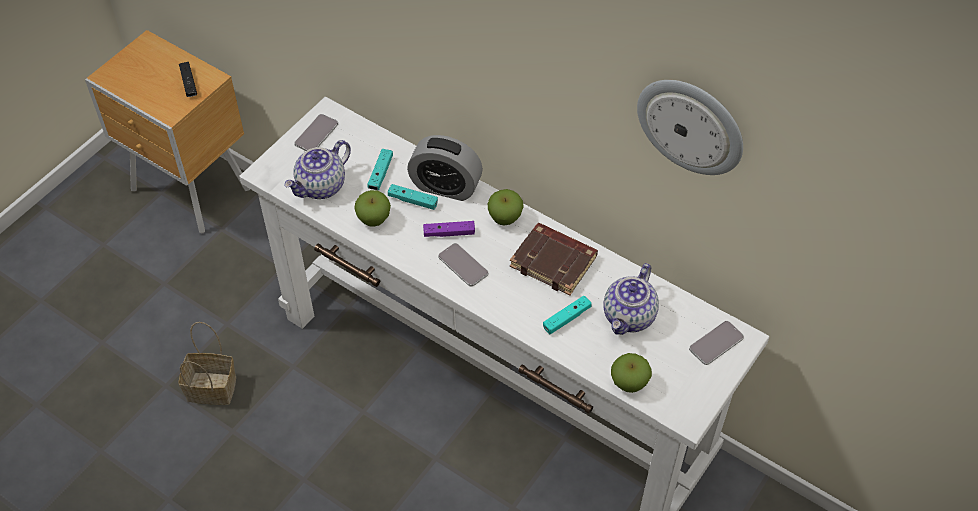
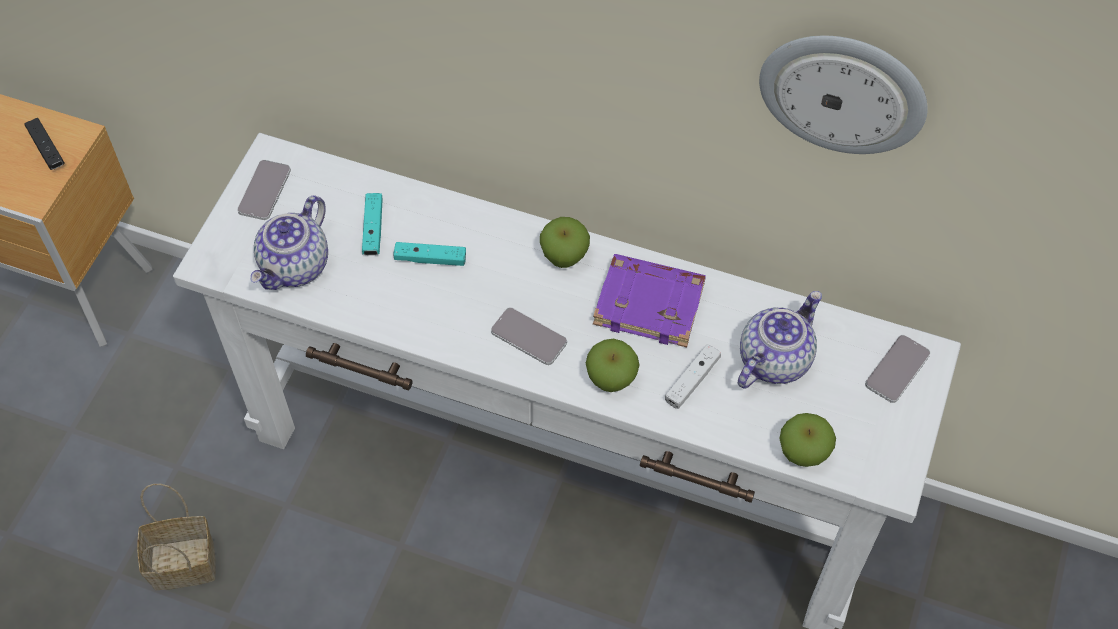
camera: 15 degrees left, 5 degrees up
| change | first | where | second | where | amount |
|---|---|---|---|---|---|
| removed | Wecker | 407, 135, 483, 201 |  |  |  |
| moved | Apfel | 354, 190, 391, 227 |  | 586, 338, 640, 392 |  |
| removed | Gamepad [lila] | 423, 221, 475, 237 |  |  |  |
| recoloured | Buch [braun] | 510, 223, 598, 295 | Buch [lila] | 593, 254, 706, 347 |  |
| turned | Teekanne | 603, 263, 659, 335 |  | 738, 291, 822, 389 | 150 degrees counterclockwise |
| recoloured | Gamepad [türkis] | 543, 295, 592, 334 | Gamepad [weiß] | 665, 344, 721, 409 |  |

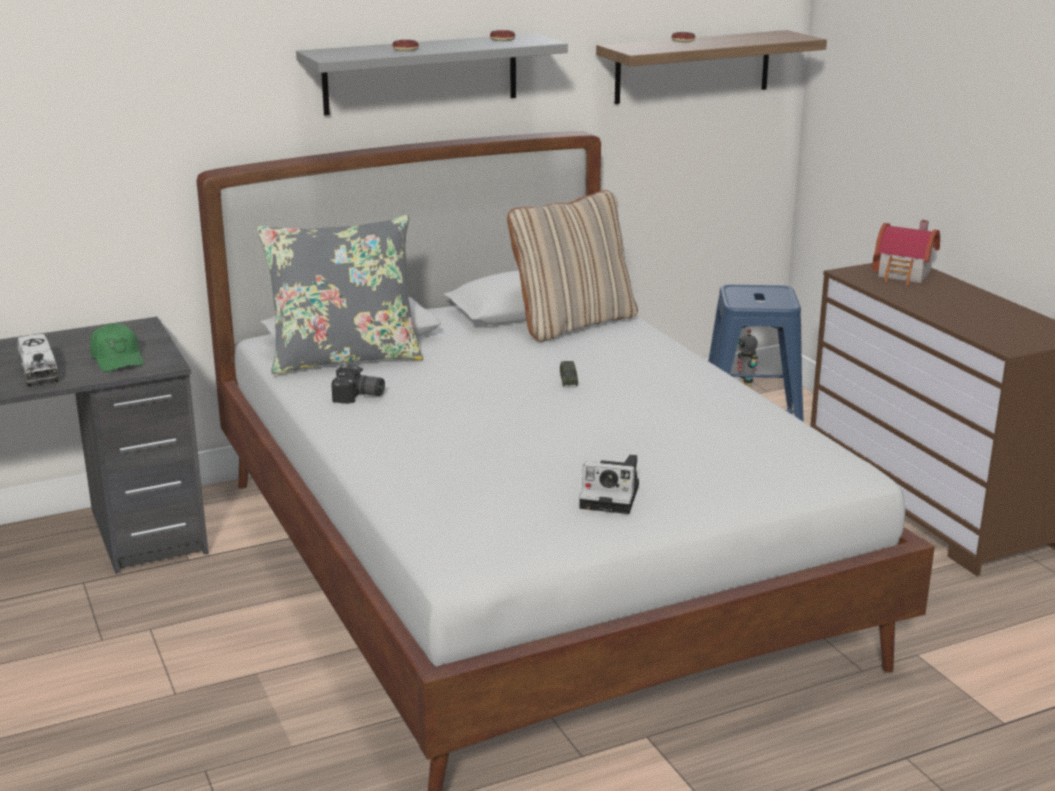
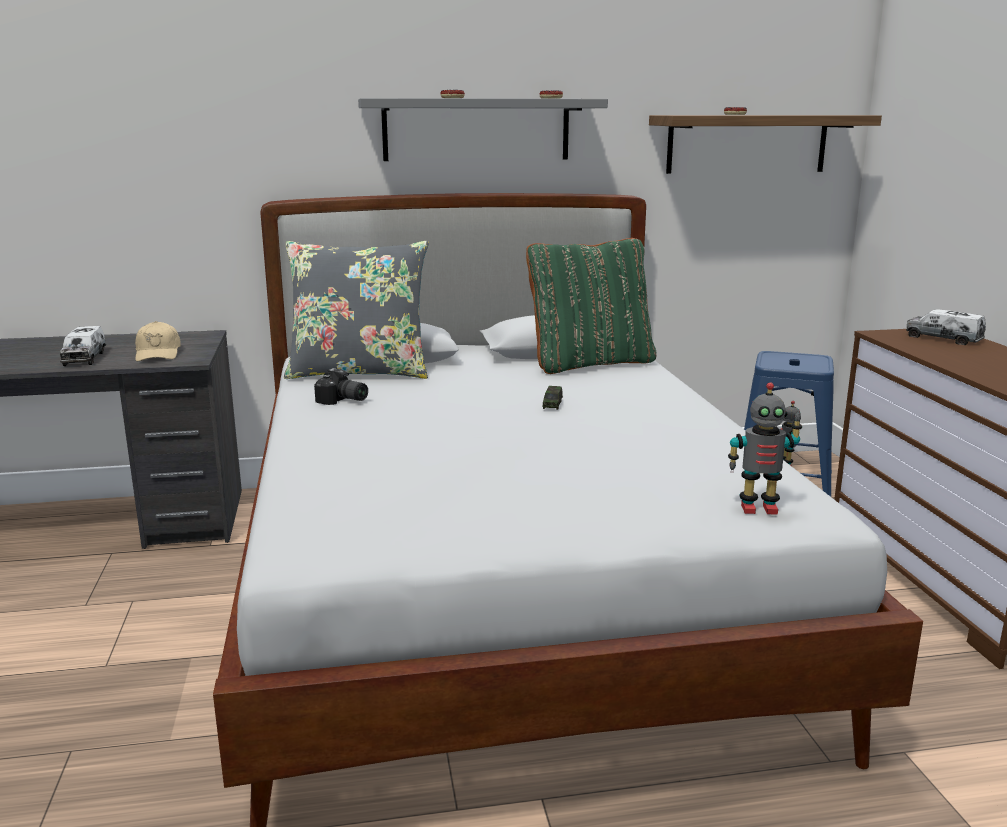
camera: 15 degrees right, 5 degrees down
| change | first | where | second | where | amount |
|---|---|---|---|---|---|
| recoloured | Kissen [beige] | 507, 190, 638, 342 | Kissen [grün] | 526, 238, 657, 374 |  |
| replaced | Spielzeughaus | 872, 220, 940, 285 | Spielzeuglaster | 906, 309, 986, 345 |  |
| recoloured | Kappe [grün] | 90, 323, 144, 372 | Kappe [beige] | 135, 321, 181, 362 |  |
| removed | Kamera | 579, 455, 639, 514 |  |  |  |
| added |  |  | Spielzeugroboter | 728, 383, 802, 515 |  |

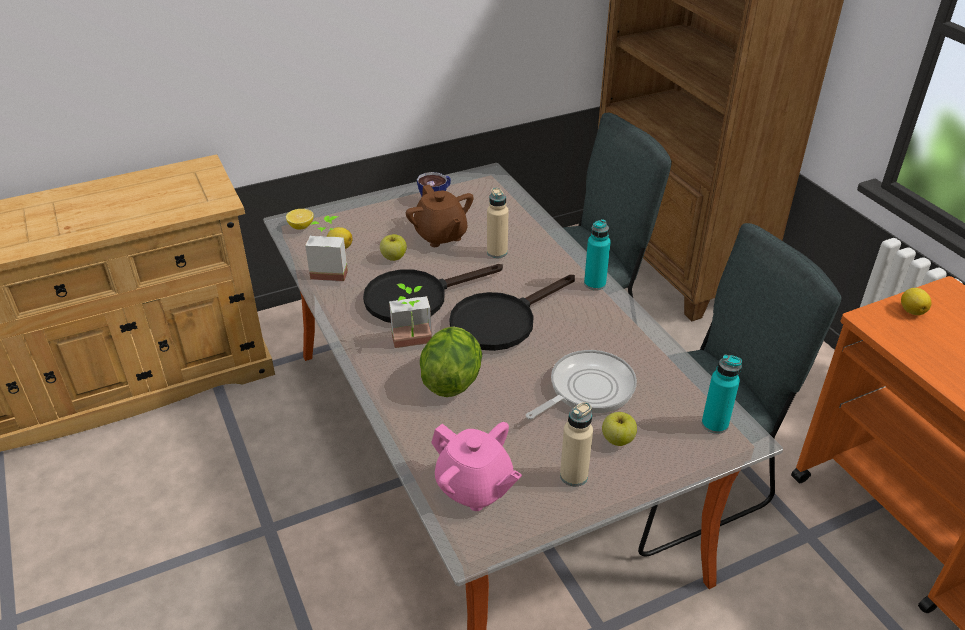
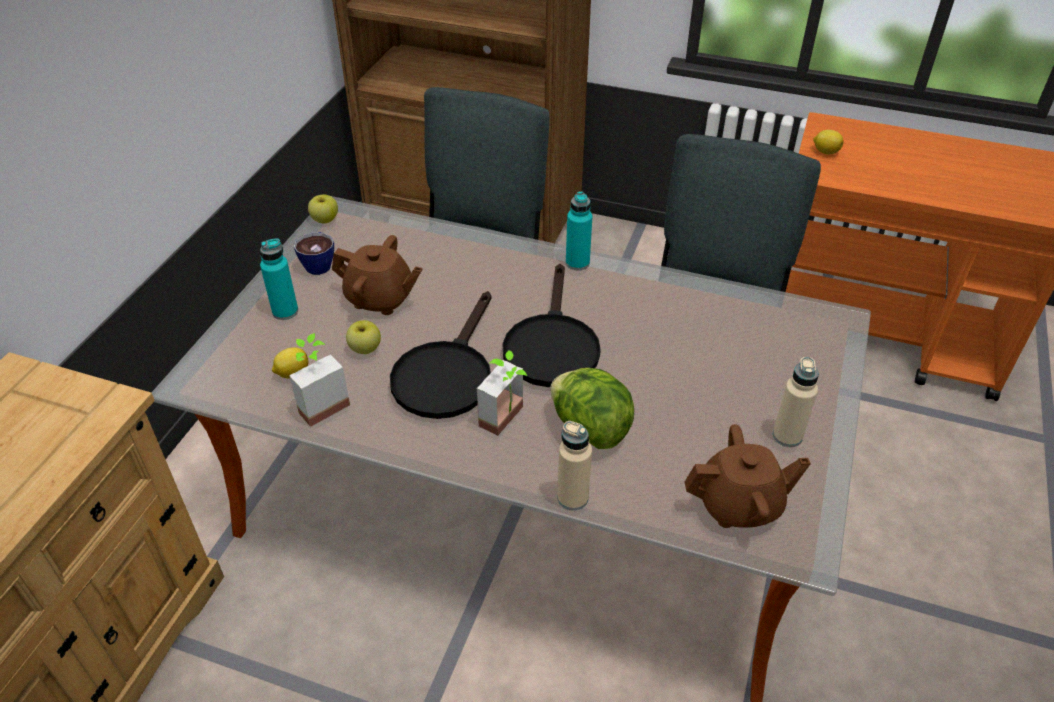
camera: 45 degrees left, 5 degrees up
| change | first | where | second | where | amount |
|---|---|---|---|---|---|
| moved | Flasche [beige] | 487, 188, 509, 258 |  | 557, 421, 592, 510 |  |
| removed | Zitrone | 286, 209, 313, 229 |  |  |  |
| removed | Pfanne | 526, 350, 637, 419 |  |  |  |
| moved | Flasche [türkis] | 702, 355, 742, 434 |  | 260, 238, 298, 320 |  |
| moved | Apfel | 602, 412, 637, 446 |  | 308, 194, 338, 223 |  |
| recoloured | Teekanne [rosa] | 431, 422, 522, 511 | Teekanne [braun] | 684, 424, 811, 528 |  |

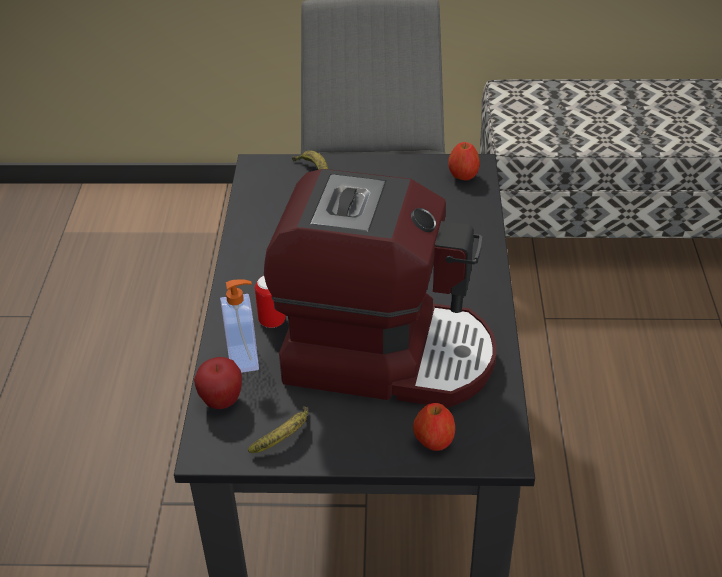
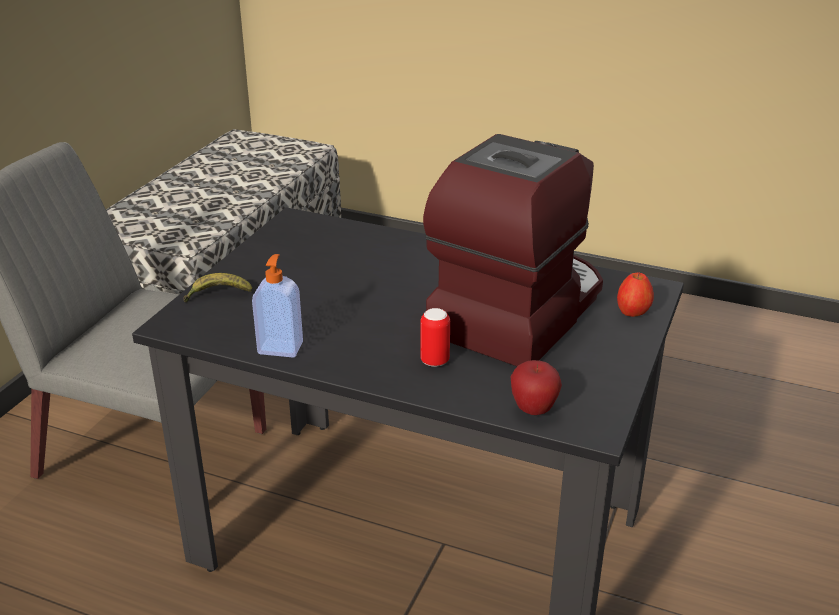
camera: 70 degrees left, 10 degrees down
| change | first | where | second | where | amount |
|---|---|---|---|---|---|
| removed | Apfel | 448, 142, 480, 181 |  |  |  |
| moved | Seifenspender | 220, 279, 259, 373 |  | 252, 254, 303, 358 |  |
| removed | Banane | 248, 406, 308, 453 |  |  |  |

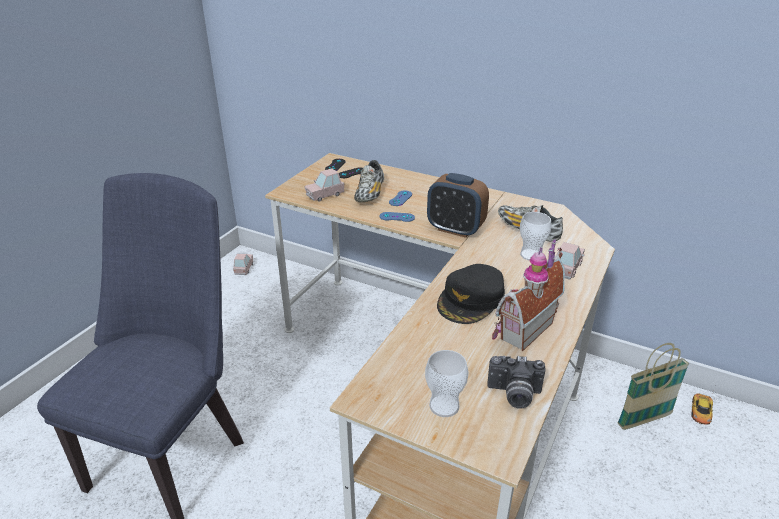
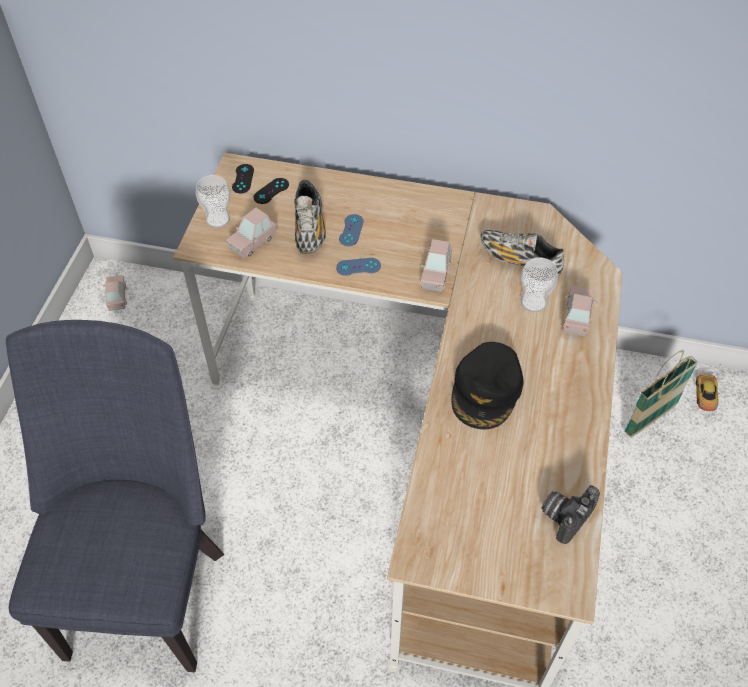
camera: 15 degrees left, 20 degrees up
| change | first | where | second | where | amount |
|---|---|---|---|---|---|
| replaced | Wecker | 427, 173, 489, 238 | Spielzeugauto [rosa] | 420, 239, 452, 292 |  |
| removed | Spielzeughaus | 492, 239, 565, 352 |  |  |  |
| moved | Tasse | 425, 350, 468, 417 |  | 196, 175, 230, 228 |  |
| turned | Kamera | 487, 355, 545, 409 |  | 541, 485, 600, 544 | 135 degrees clockwise |

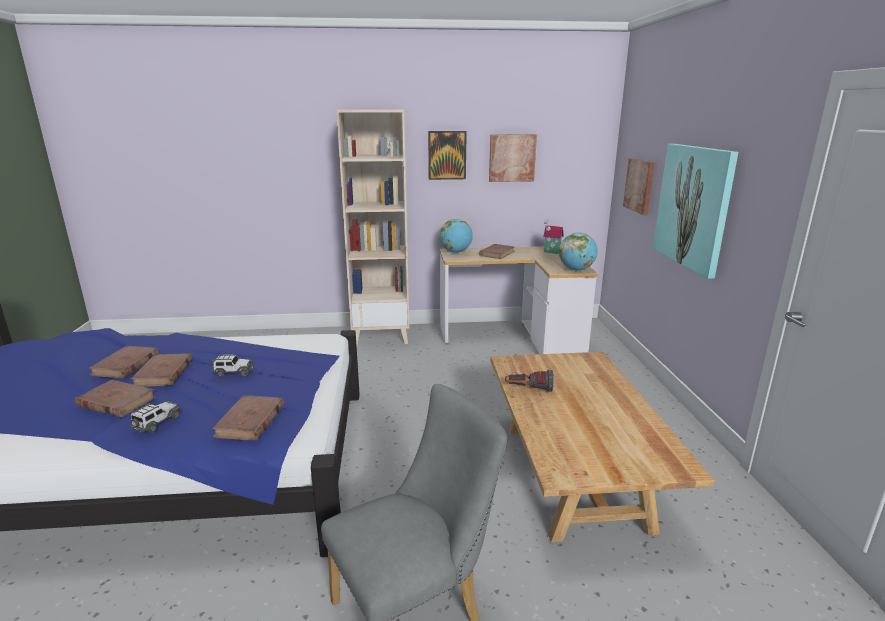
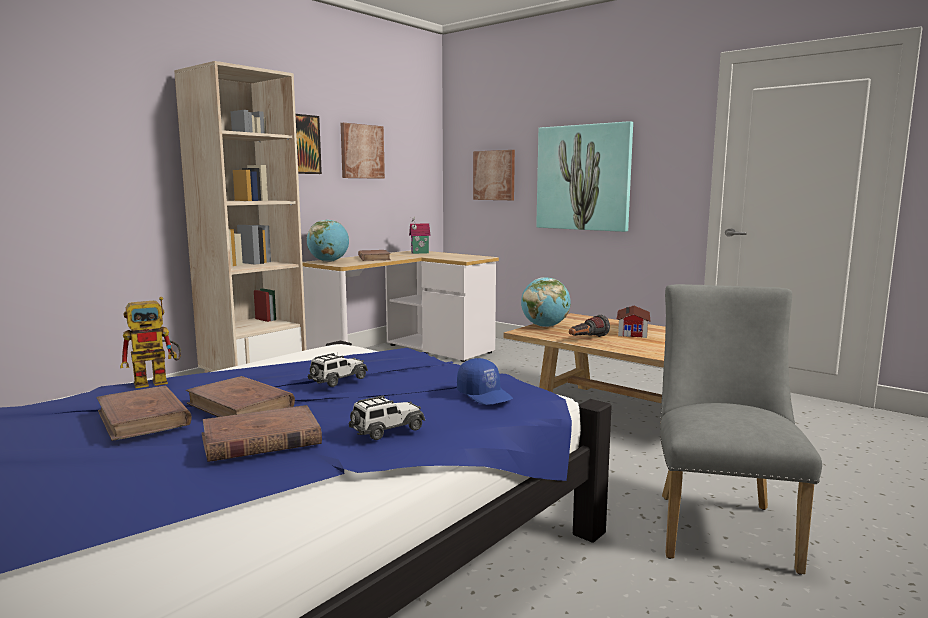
camera: 45 degrees left, 10 degrees down
| change | first | where | second | where | amount |
|---|---|---|---|---|---|
| moved | Globus | 559, 232, 598, 271 |  | 521, 277, 571, 327 |  |
| replaced | Buch [braun] | 212, 395, 284, 440 | Kappe [blau] | 457, 358, 513, 405 |  |
| turned | Spielzeugauto | 130, 401, 181, 433 |  | 349, 396, 425, 440 | 75 degrees clockwise |
| added |  |  | Spielzeugroboter | 120, 297, 181, 388 |  |
| added |  |  | Spielzeughaus | 616, 306, 650, 338 |  |

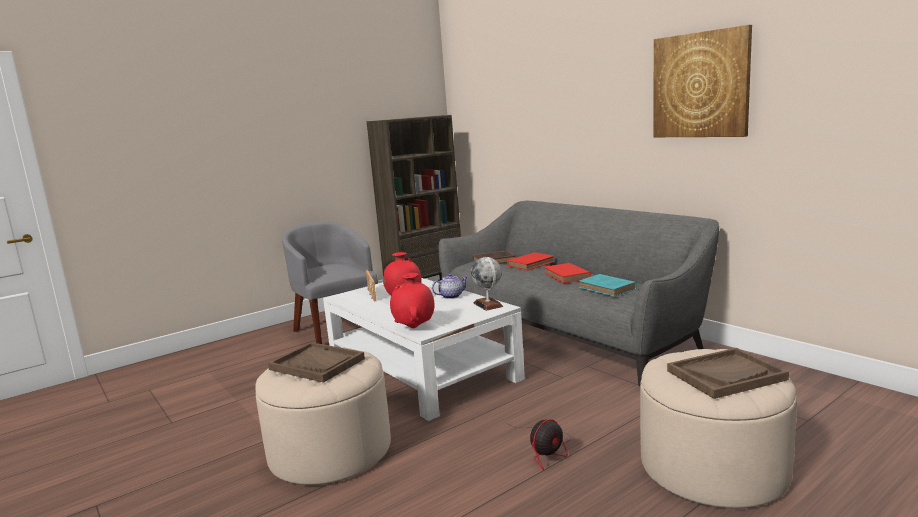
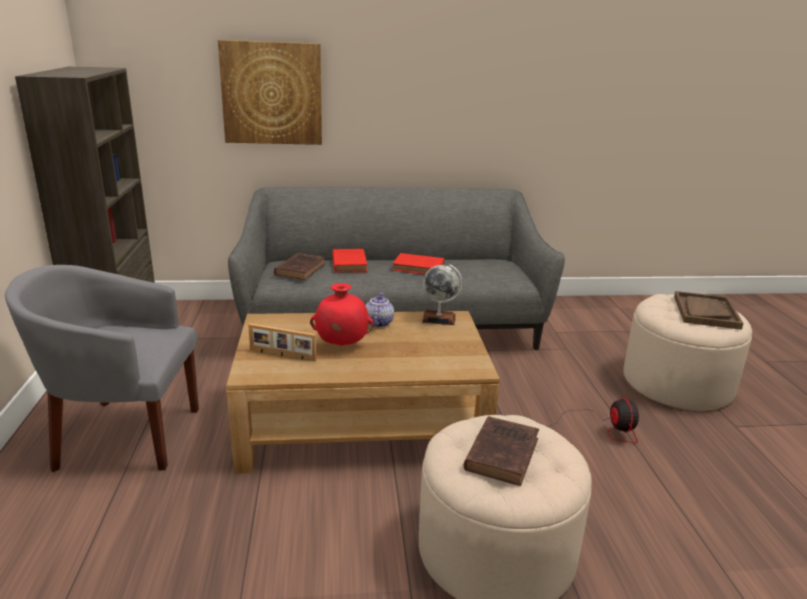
camera: 60 degrees left, 10 degrees up
| change | first | where | second | where | amount |
|---|---|---|---|---|---|
| moved | Bild | 653, 25, 752, 137 |  | 218, 40, 322, 145 |  |
| removed | Vase [rot] | 390, 273, 434, 328 |  |  |  |
| removed | Buch [türkis] | 579, 274, 637, 297 |  |  |  |
| recoloured | Couchtisch [weiß] | 323, 278, 525, 421 | Couchtisch [braun] | 226, 311, 500, 474 |  |
| replaced | Tablett [braun] | 268, 342, 365, 383 | Buch [braun] | 464, 416, 539, 486 |  |

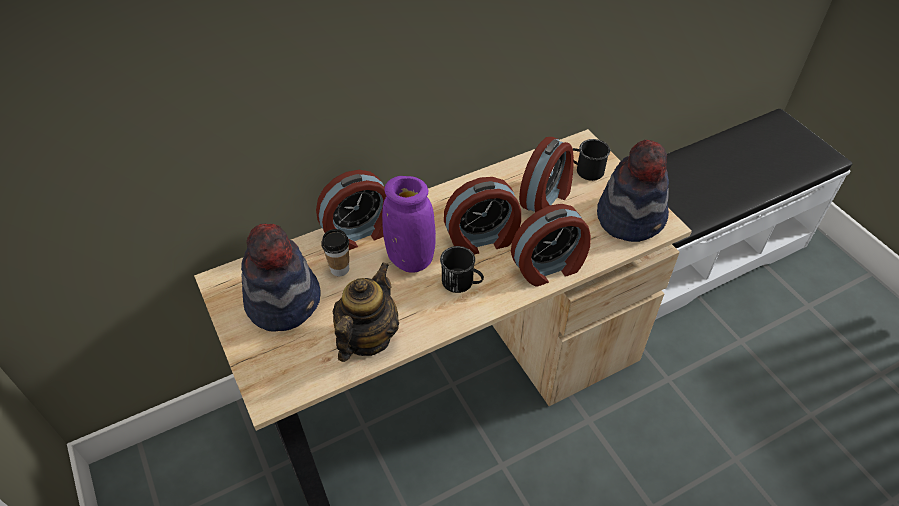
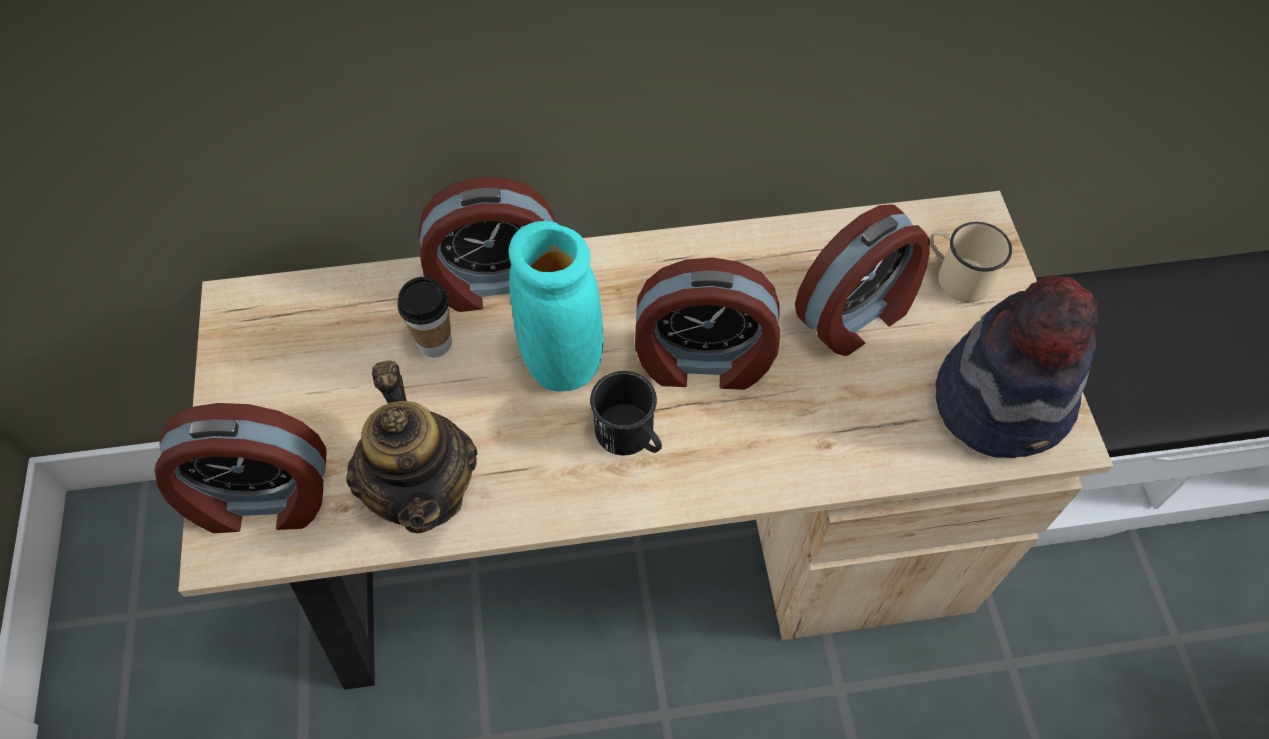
camera: 20 degrees right, 10 degrees up
| change | first | where | second | where | amount |
|---|---|---|---|---|---|
| recoloured | Henkelbecher [schwarz] | 573, 139, 610, 181 | Henkelbecher [beige] | 930, 222, 1012, 302 |  |
| recoloured | Vase [lila] | 382, 176, 436, 273 | Vase [türkis] | 509, 221, 604, 391 |  |
| moved | Wecker | 511, 204, 591, 287 |  | 155, 403, 327, 533 |  |
| removed | Hut | 241, 224, 321, 332 |  |  |  |
| turned | Teekanne | 333, 262, 399, 362 |  | 346, 361, 478, 533 | 120 degrees clockwise |

